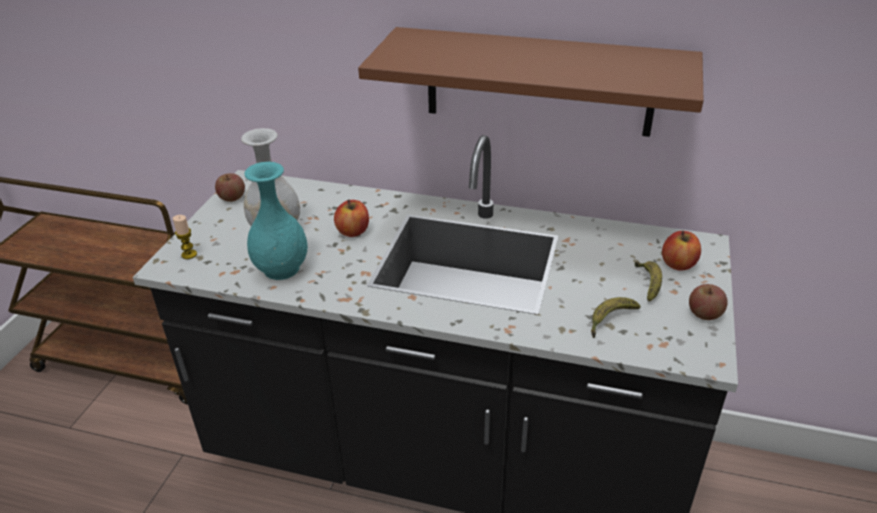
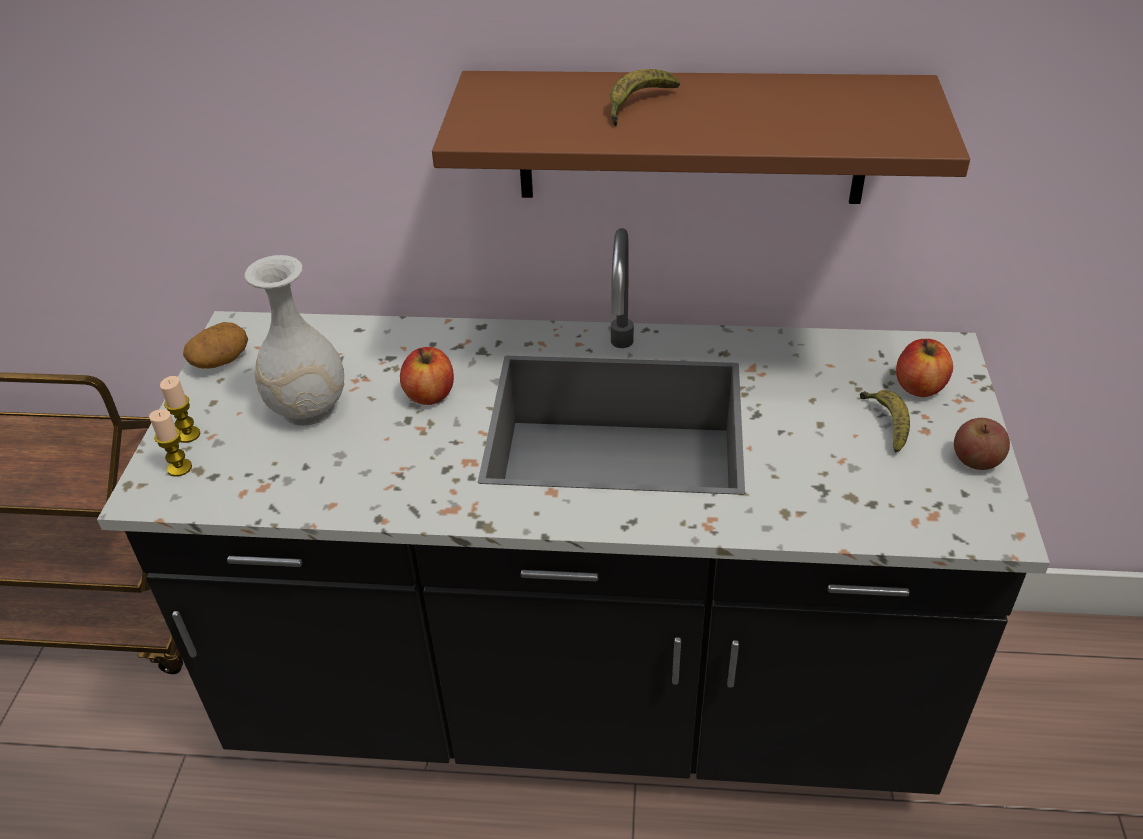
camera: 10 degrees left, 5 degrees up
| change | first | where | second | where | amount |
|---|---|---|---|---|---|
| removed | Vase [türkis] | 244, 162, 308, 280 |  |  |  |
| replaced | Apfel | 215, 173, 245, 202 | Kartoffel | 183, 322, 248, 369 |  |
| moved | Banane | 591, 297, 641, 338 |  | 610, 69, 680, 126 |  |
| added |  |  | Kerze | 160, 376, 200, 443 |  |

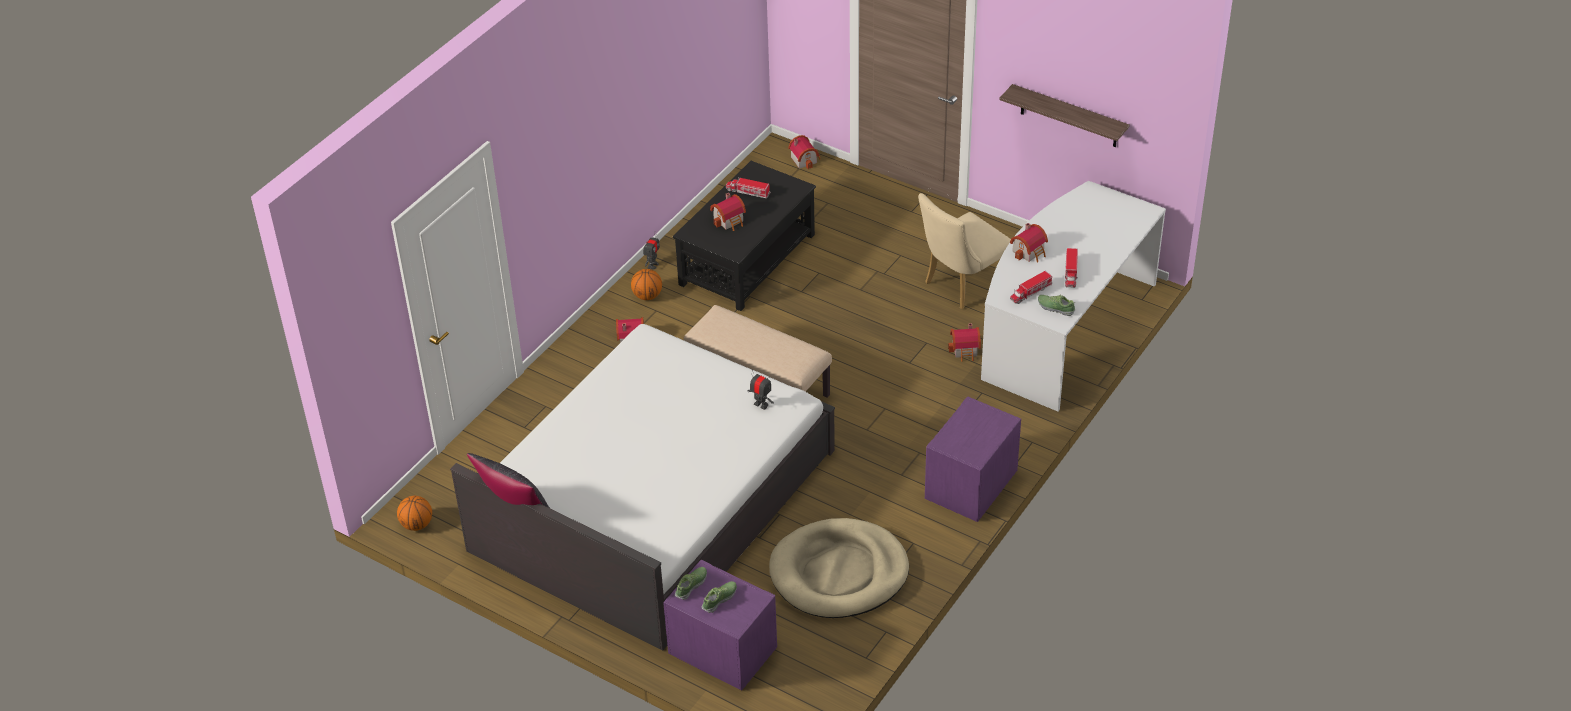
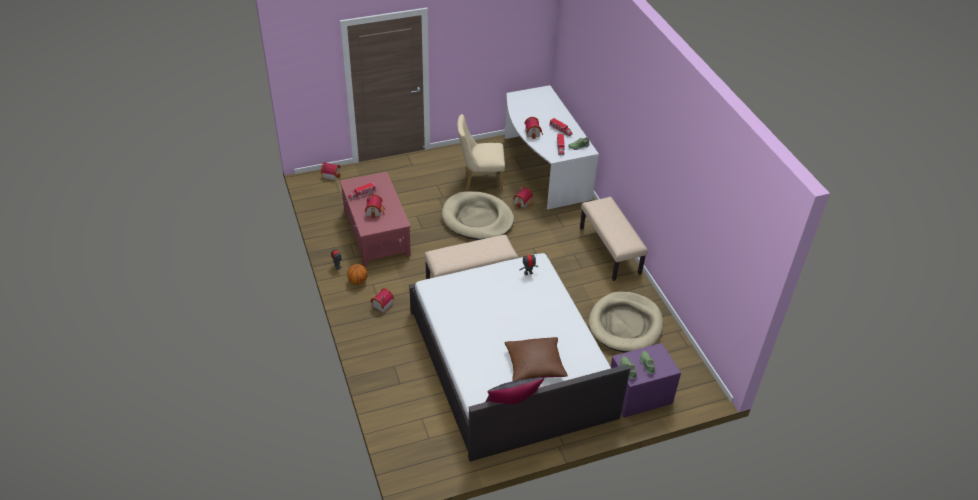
camera: 55 degrees left, 0 degrees up
| change | first | where | second | where | amount |
|---|---|---|---|---|---|
| removed | Wandregal | 999, 84, 1130, 147 |  |  |  |
| recoloured | Couchtisch [schwarz] | 673, 161, 816, 311 | Couchtisch [rot] | 340, 172, 411, 266 |  |
| turned | Stuhl [beige] | 918, 193, 1011, 309 |  | 457, 114, 505, 190 | 90 degrees clockwise |
| replaced | Nachttisch [lila] | 925, 397, 1021, 522 | Bank [beige] | 580, 197, 648, 281 |  |
| removed | Basketball | 397, 496, 432, 531 |  |  |  |
| added |  |  | Hundebett [beige] | 442, 191, 514, 240 |  |
| added |  |  | Kissen [braun] | 504, 337, 568, 381 |  |

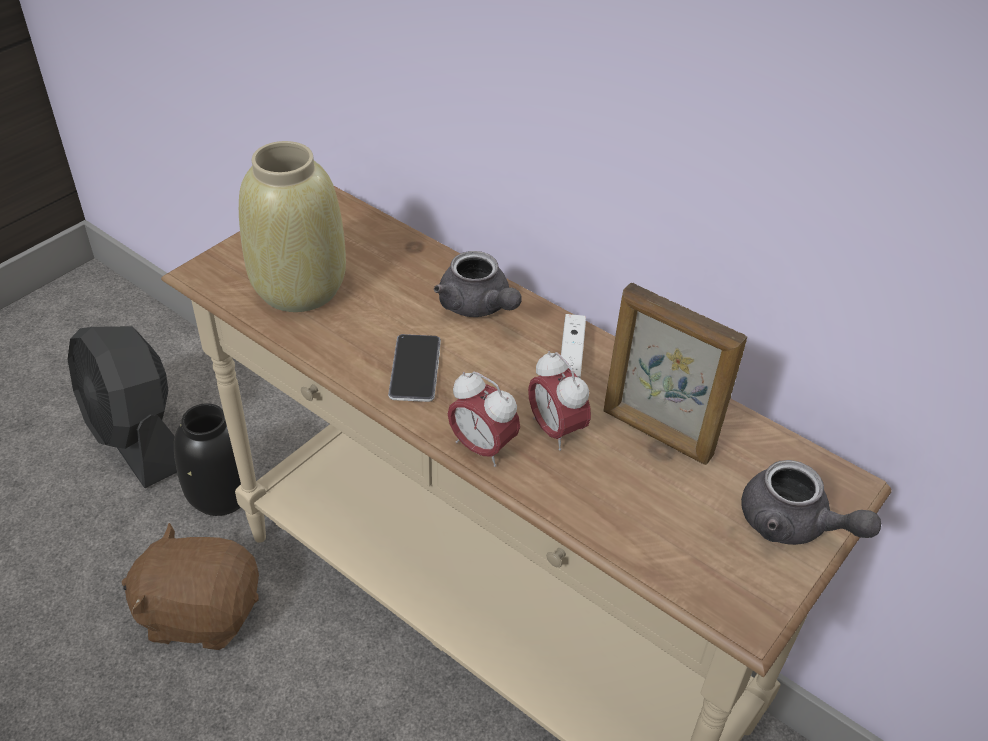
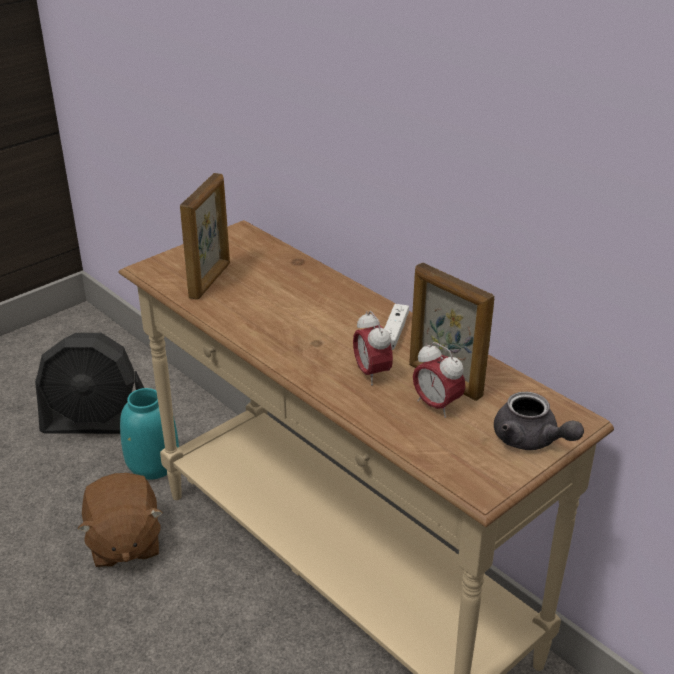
camera: 10 degrees right, 10 degrees down
| change | first | where | second | where | amount |
|---|---|---|---|---|---|
| replaced | Vase [beige] | 239, 141, 346, 312 | Bilderrahmen | 180, 173, 230, 300 |  |
| removed | Teekanne [grau] | 434, 251, 522, 317 |  |  |  |
| turned | Ventilator [schwarz] | 68, 326, 177, 488 |  | 35, 333, 144, 434 | 60 degrees counterclockwise |
| removed | Handy | 388, 334, 441, 402 |  |  |  |
| moved | Wecker | 448, 371, 520, 467 |  | 413, 342, 465, 418 |  |
| recoloured | Vase [schwarz] | 174, 403, 241, 516 | Vase [türkis] | 120, 388, 179, 480 |  |
| turned | Plüschtier [braun] | 122, 523, 259, 650 |  | 78, 473, 163, 568 | 120 degrees counterclockwise |

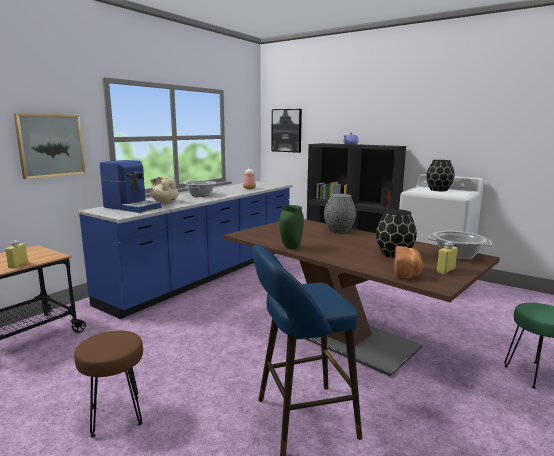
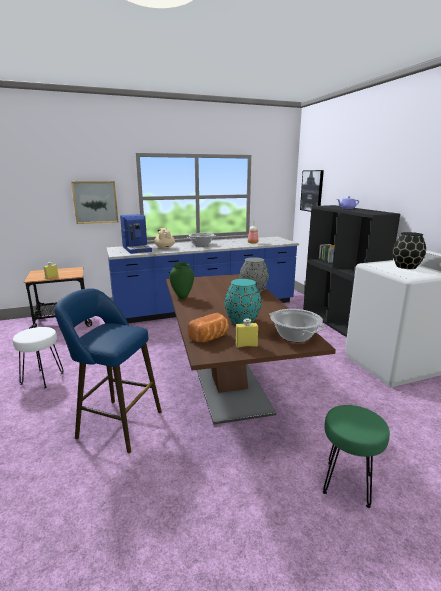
camera: 35 degrees right, 5 degrees up
| change | first | where | second | where | amount |
|---|---|---|---|---|---|
| recoloured | Vase [schwarz] | 376, 209, 417, 258 | Vase [türkis] | 225, 279, 261, 324 |  |
| recoloured | Hocker [braun] | 74, 331, 143, 438 | Hocker [weiß] | 13, 327, 64, 388 |  |

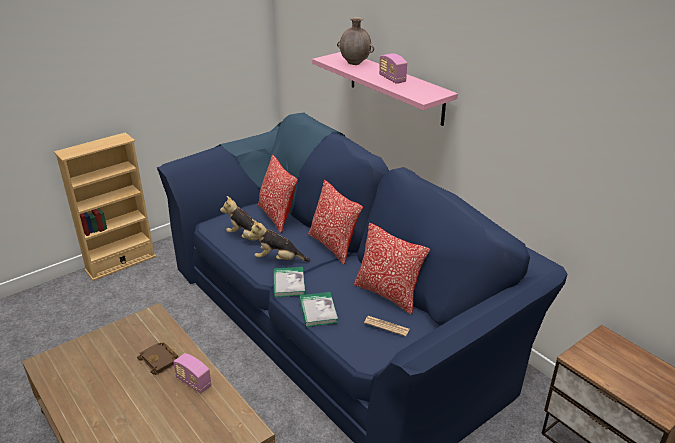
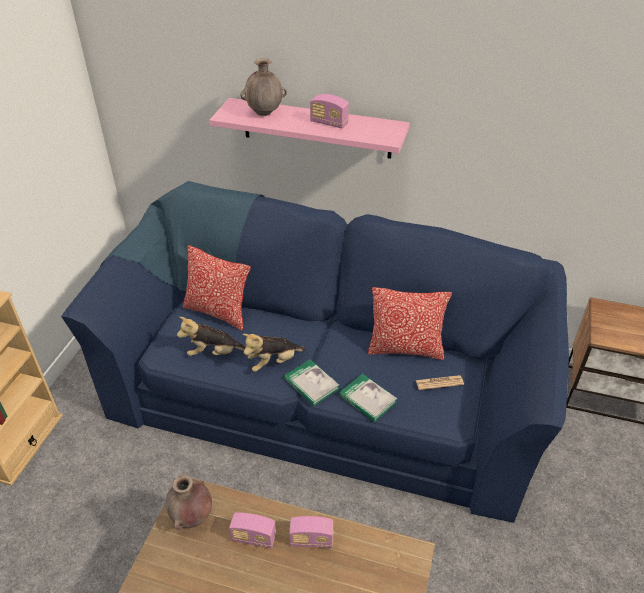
camera: 35 degrees left, 10 degrees up
| change | first | where | second | where | amount |
|---|---|---|---|---|---|
| removed | Kissen | 308, 180, 363, 264 |  |  |  |
| replaced | Buch [braun] | 137, 343, 178, 375 | Radio | 229, 513, 276, 549 |  |
| added |  |  | Vase [braun] | 166, 475, 212, 530 |  |

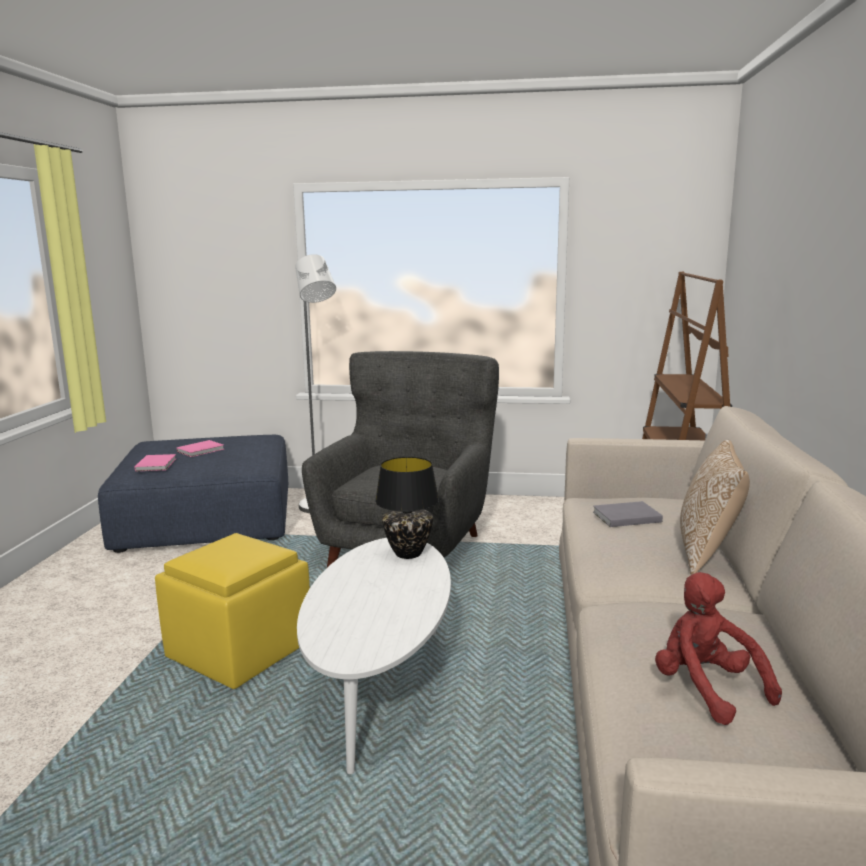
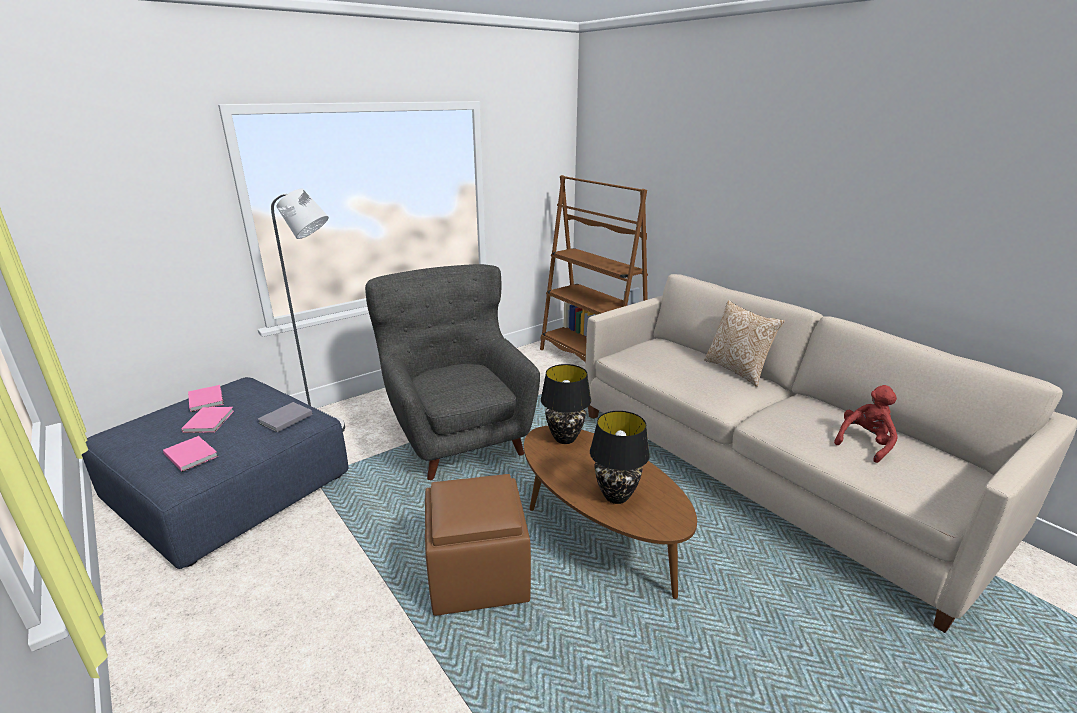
camera: 45 degrees left, 10 degrees up
| change | first | where | second | where | amount |
|---|---|---|---|---|---|
| moved | Buch [grau] | 593, 501, 663, 527 |  | 258, 402, 313, 432 |  |
| recoloured | Polsterhocker [gelb] | 155, 533, 310, 689 | Polsterhocker [braun] | 425, 474, 531, 616 |  |
| recoloured | Couchtisch [weiß] | 297, 538, 451, 774 | Couchtisch [braun] | 524, 426, 697, 599 |  |
| turned | Plüschtier [rot] | 655, 572, 782, 725 |  | 834, 385, 898, 463 | 120 degrees clockwise |
| added |  |  | Buch [rosa] | 188, 385, 224, 412 |  |
| added |  |  | Tischlampe [schwarz] | 590, 411, 650, 504 |  |

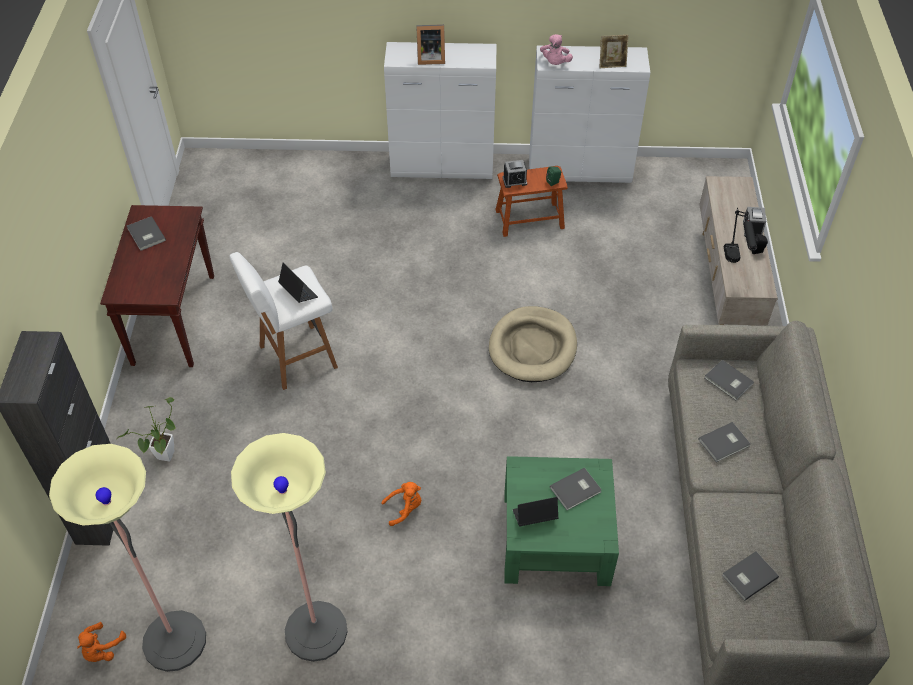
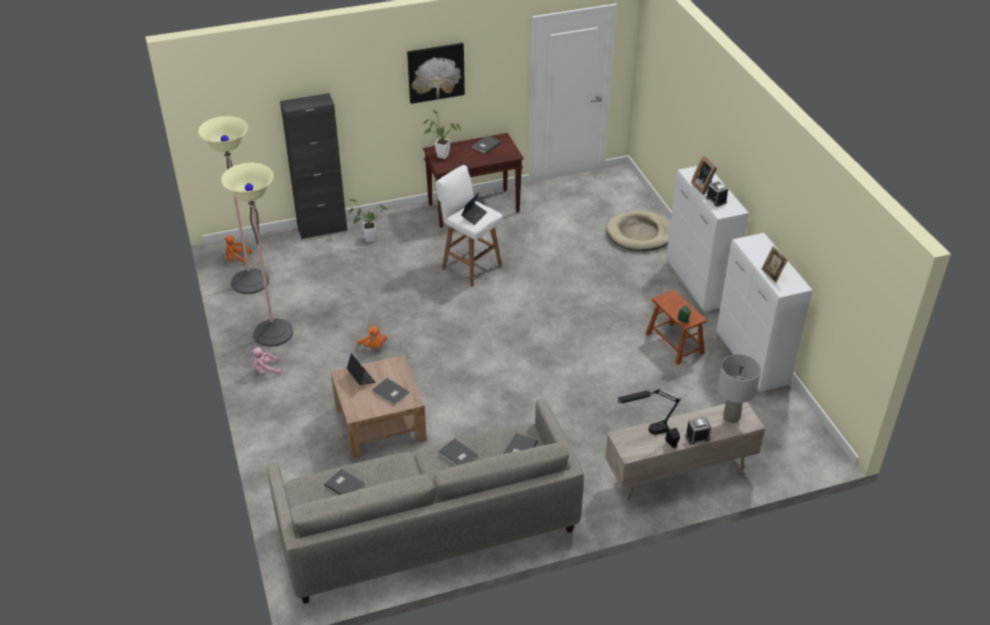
camera: 70 degrees right, 10 degrees down
| change | first | where | second | where | amount |
|---|---|---|---|---|---|
| moved | Plüschtier [rosa] | 540, 34, 573, 65 |  | 251, 347, 282, 375 |  |
| moved | Wecker | 503, 160, 527, 188 |  | 706, 181, 728, 207 |  |
| moved | Hundebett [beige] | 489, 306, 577, 382 |  | 606, 211, 670, 251 |  |
| recoloured | Couchtisch [grün] | 504, 456, 619, 586 | Couchtisch [braun] | 331, 355, 427, 458 |  |
| added |  |  | Bild | 407, 43, 465, 104 |  |
| added |  |  | Topfpflanze | 424, 110, 461, 159 |  |
| added |  |  | Tischlampe [grau] | 718, 354, 761, 423 |  |

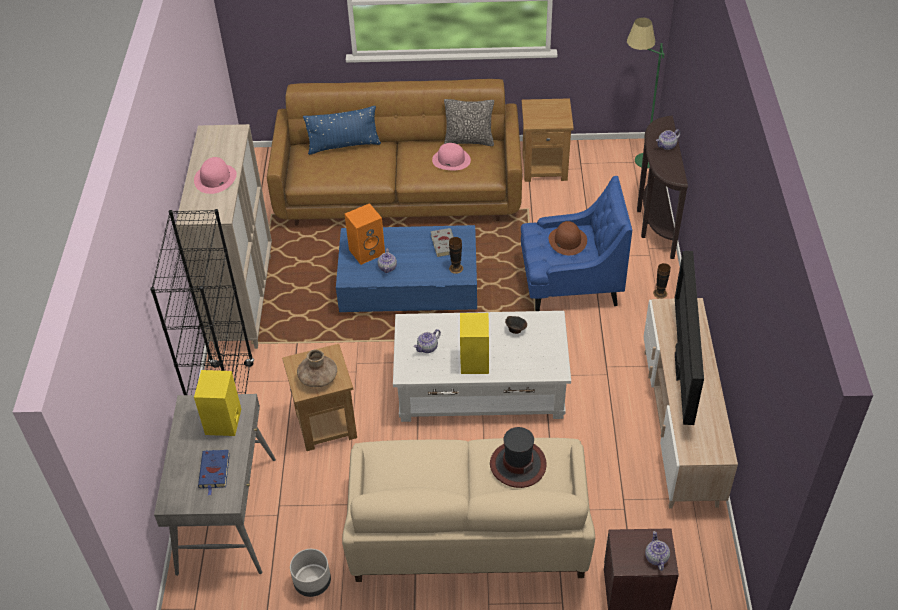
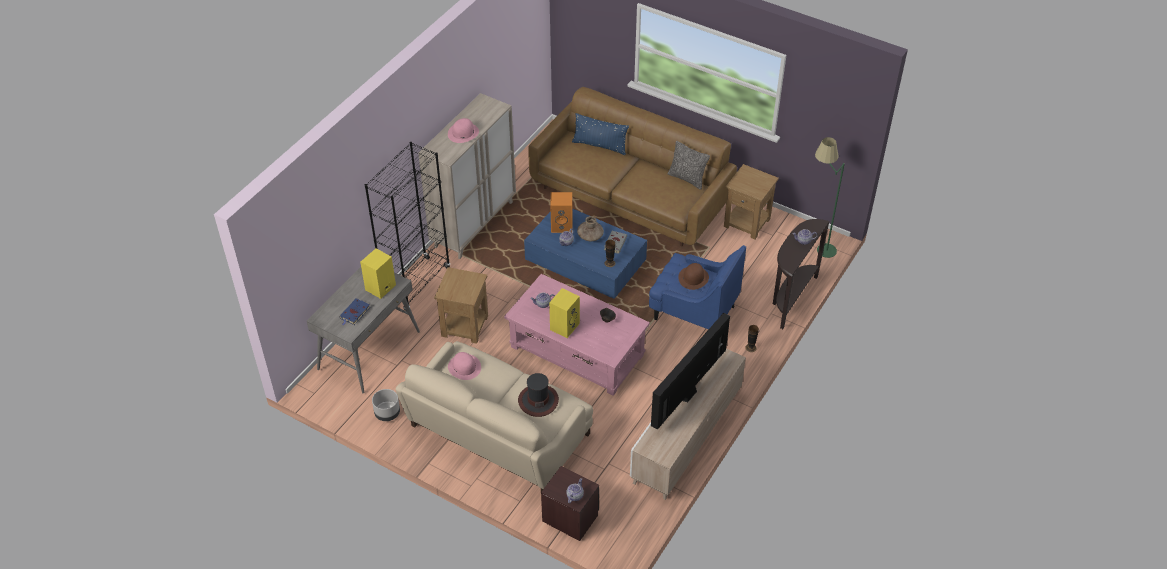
camera: 30 degrees right, 0 degrees up
| change | first | where | second | where | amount |
|---|---|---|---|---|---|
| moved | Hut [rosa] | 432, 143, 471, 170 |  | 448, 352, 481, 380 |  |
| recoloured | Couchtisch [weiß] | 393, 311, 571, 422 | Couchtisch [rosa] | 504, 274, 650, 396 |  |
| moved | Vase [braun] | 297, 349, 337, 387 |  | 577, 216, 604, 241 |  |

